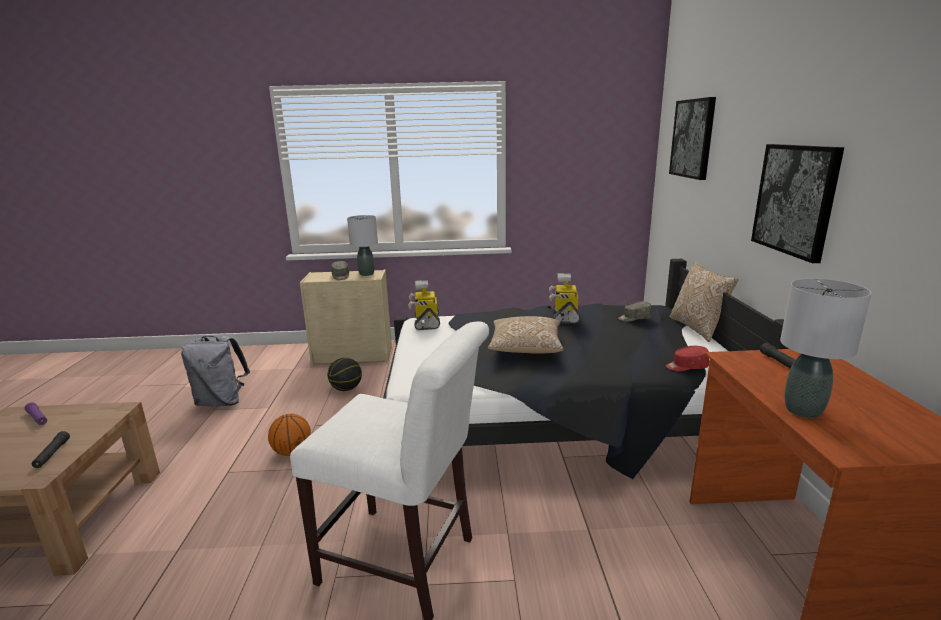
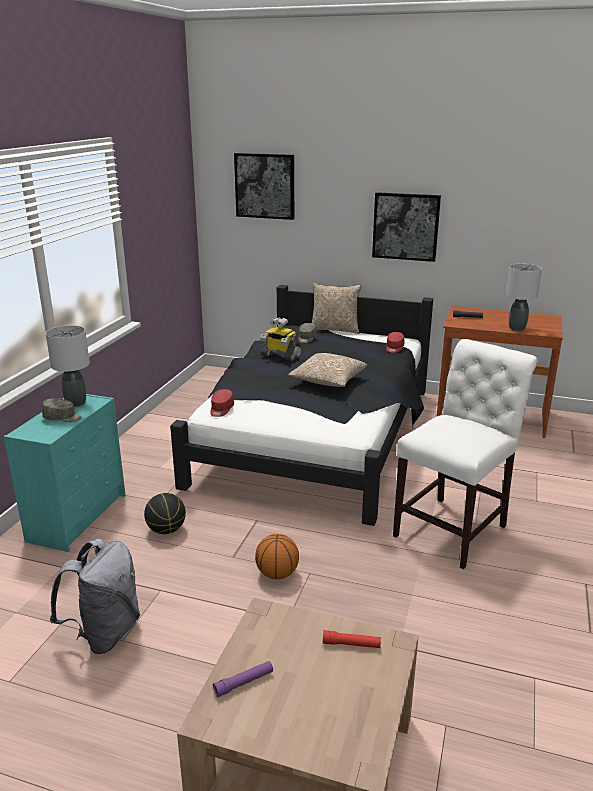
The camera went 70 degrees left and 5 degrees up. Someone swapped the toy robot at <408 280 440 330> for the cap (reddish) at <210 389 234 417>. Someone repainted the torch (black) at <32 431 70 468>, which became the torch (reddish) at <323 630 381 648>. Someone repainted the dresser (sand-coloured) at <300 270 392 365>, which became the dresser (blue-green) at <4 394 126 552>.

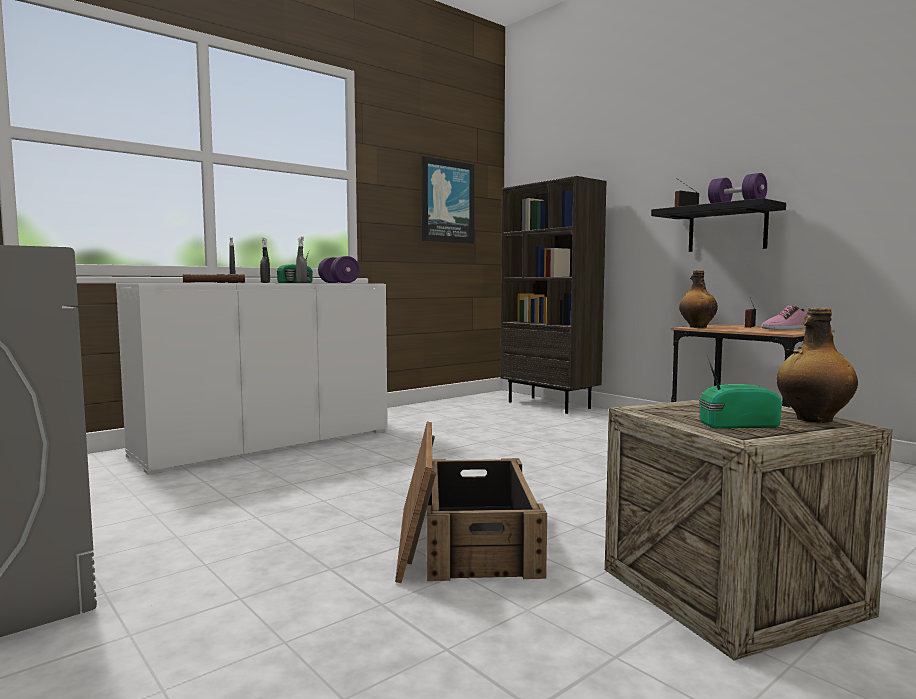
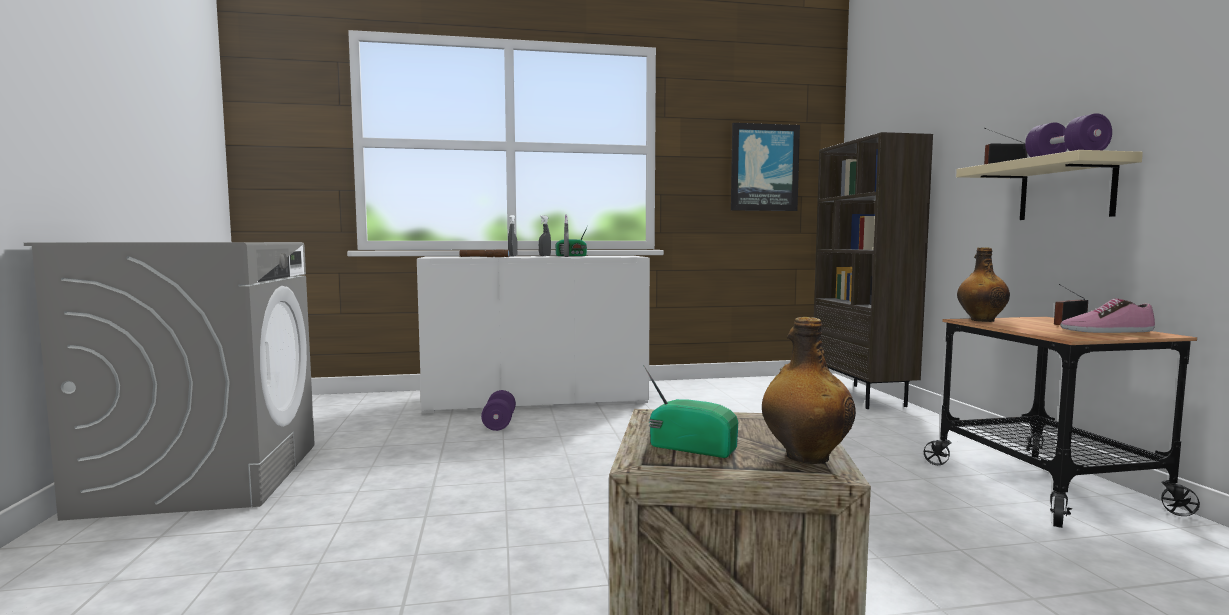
The camera went 30 degrees right and 0 degrees up. Someone took away the crate at <395 422 547 583>. Someone carried the free weight (purple) from <318 256 360 283> to <481 390 516 431>. Someone repainted the bracket shelf (black) at <651 198 786 252>, which became the bracket shelf (sand-coloured) at <956 150 1143 220>.

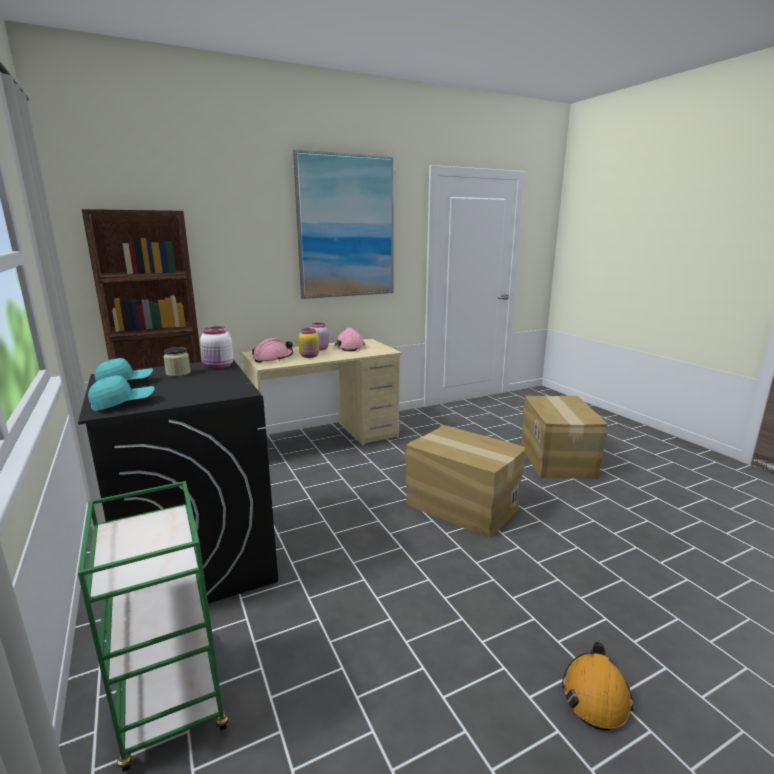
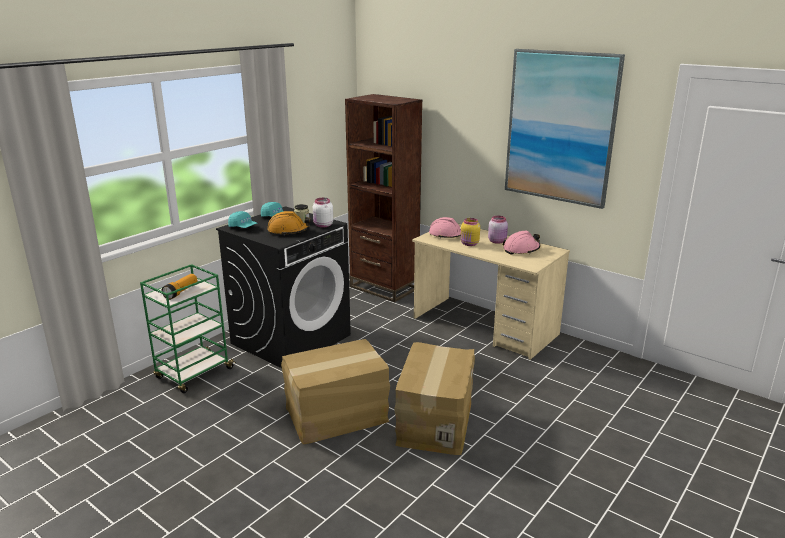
The camera went 65 degrees right and 5 degrees up. Someone put down the torch at <162 274 197 300>. Someone carried the carton from <521 395 608 479> to <281 339 390 445>. Someone carried the safety helmet (orangey) from <562 642 634 731> to <268 211 310 236>.

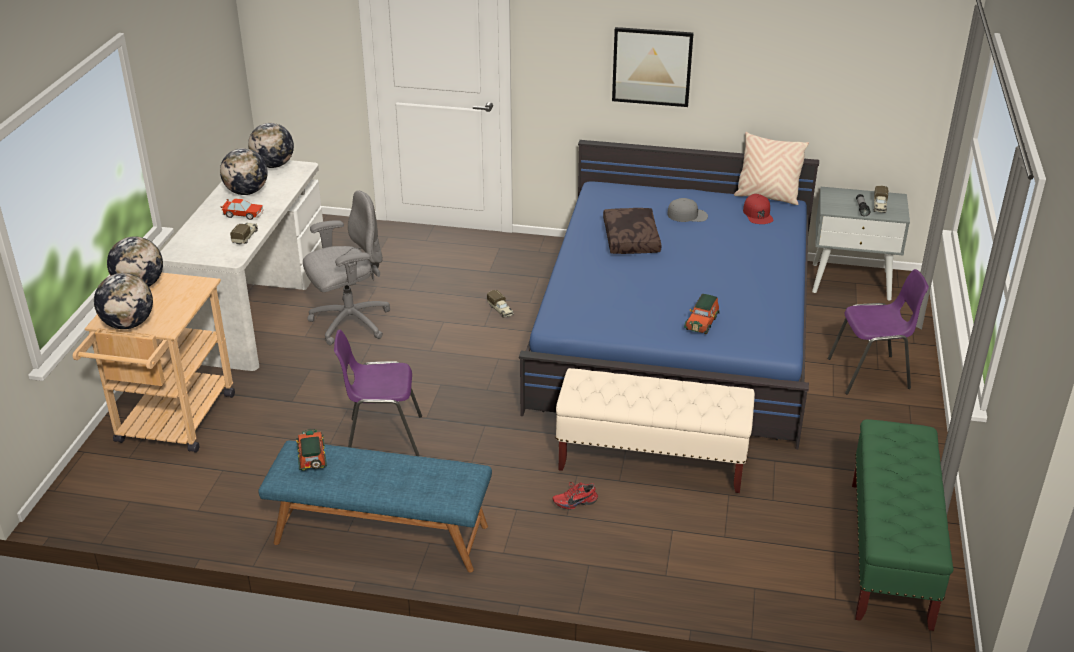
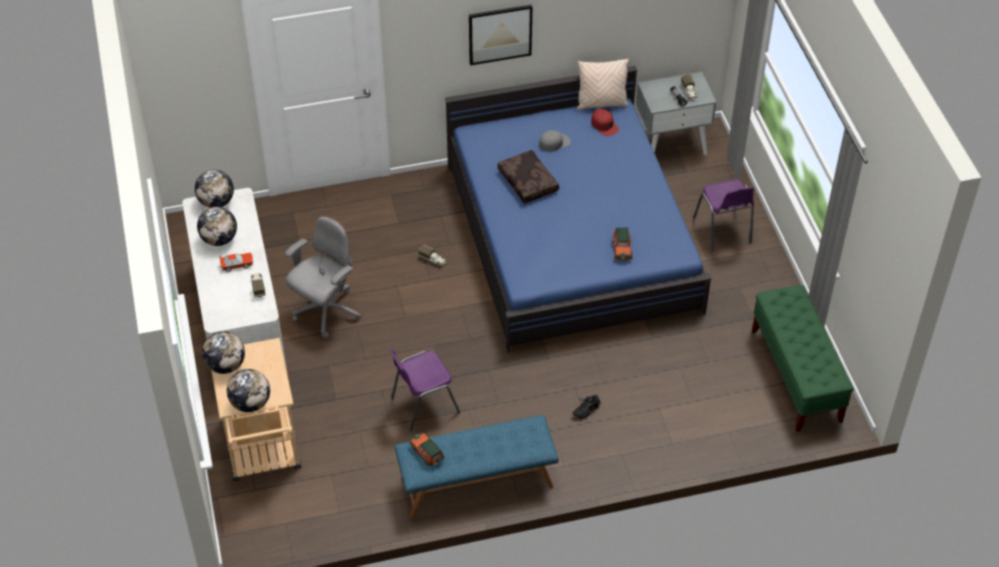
The camera went 25 degrees left and 15 degrees up. Someone took away the indoor bench (sand-coloured) at <555 368 755 493>. Someone repainted the low shoe (reddish) at <553 482 598 509>, which became the low shoe (black) at <573 394 600 418>. Someone rotated the plain chair (purple) at <827 269 929 395> by 105 degrees clockwise.

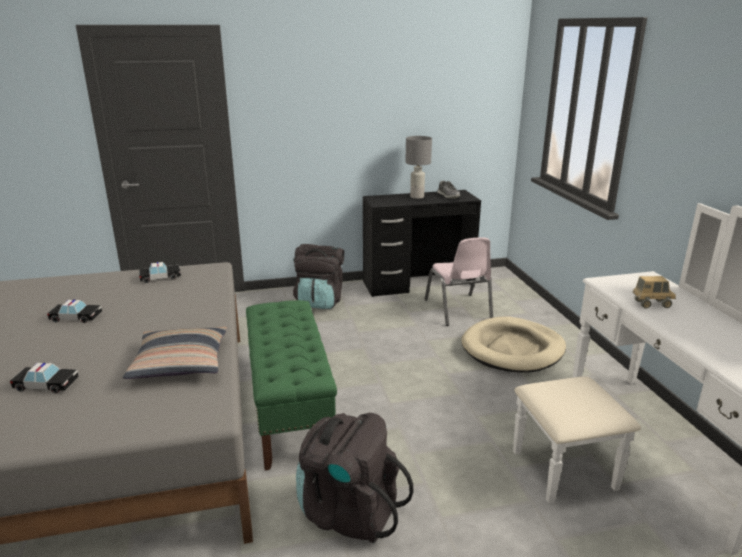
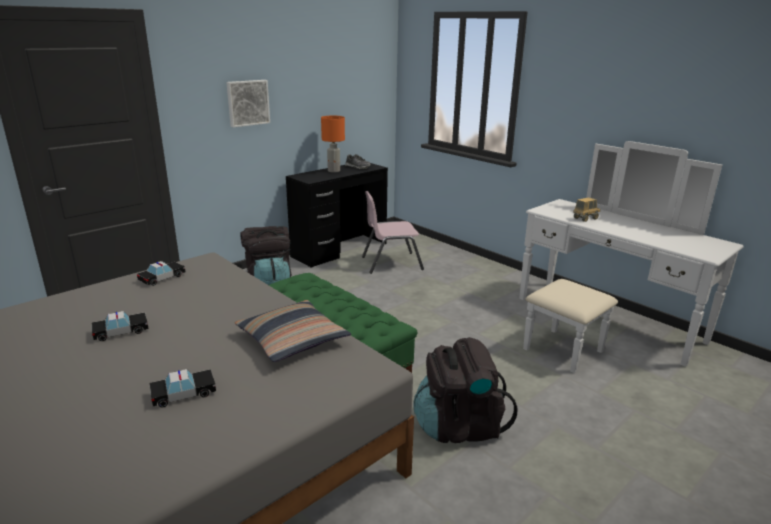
The camera went 30 degrees left and 0 degrees up. Someone took away the dog bed (sand-coloured) at <461 316 566 373>. Someone put up the wall art at <226 80 270 127>. Someone repainted the tabletop lamp (greyish) at <405 136 432 199>, which became the tabletop lamp (orangey) at <321 116 345 172>. Someone rotated the plain chair (pinkish) at <424 237 493 326> by 120 degrees clockwise.

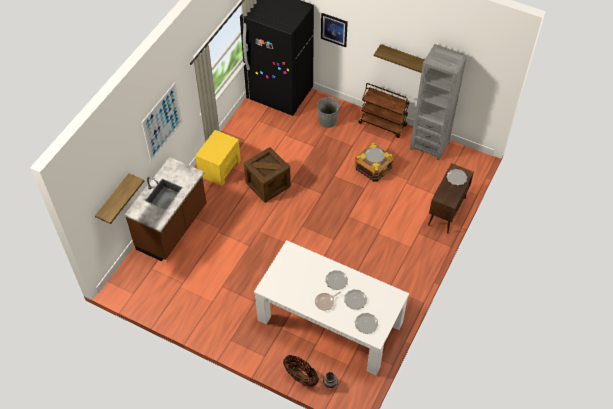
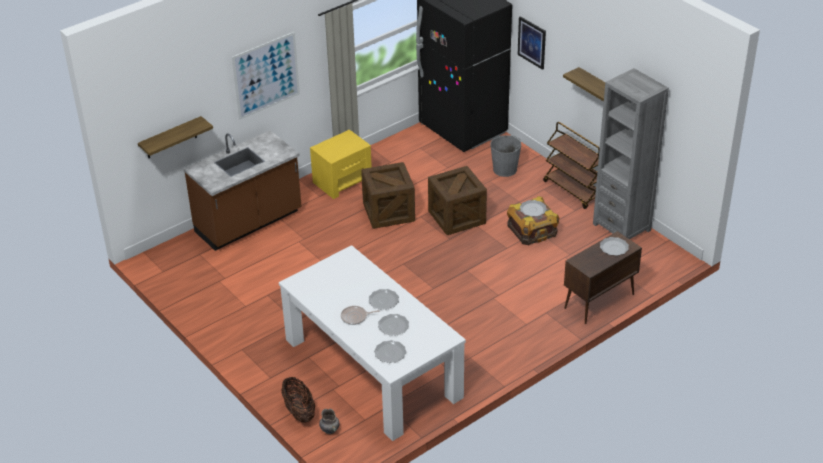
The camera went 25 degrees right and 15 degrees down. Someone put down the crate at <428 166 487 235>.

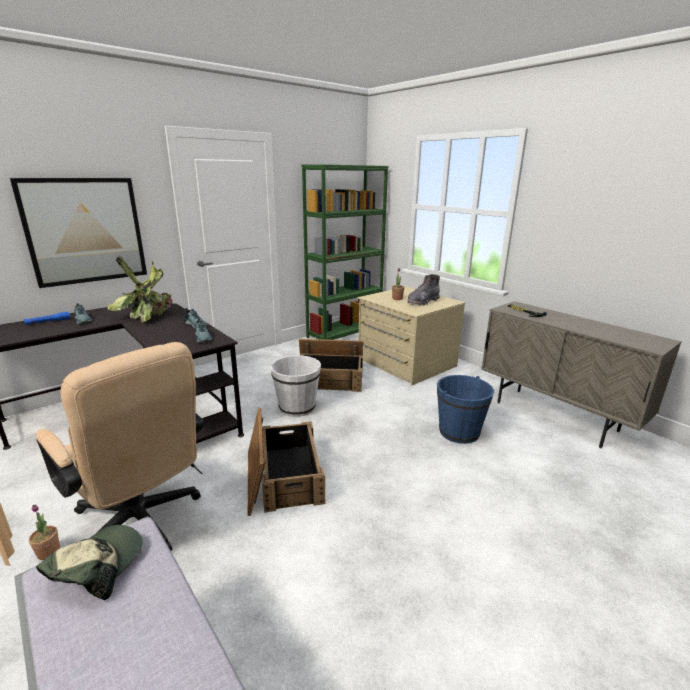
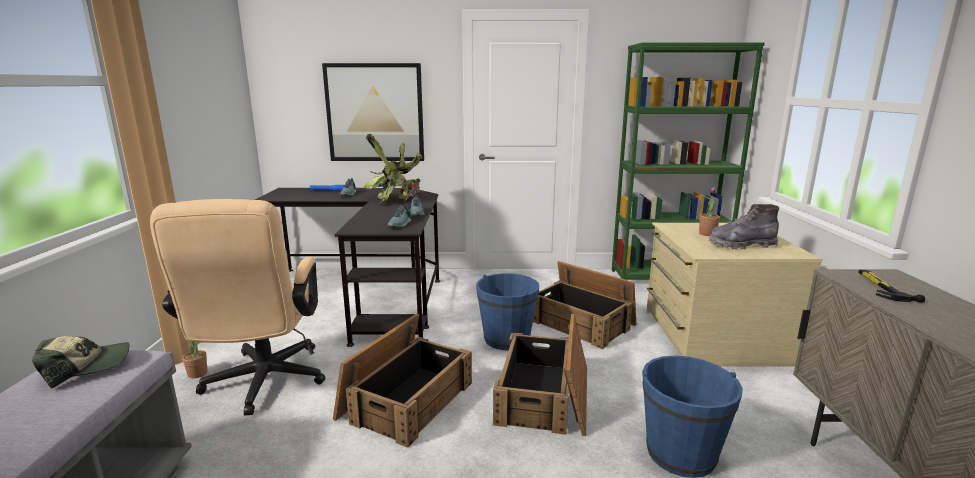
The camera went 40 degrees right and 5 degrees down. Someone put down the crate at <493 314 587 436>. Someone repainted the bucket (white) at <270 355 321 417>, which became the bucket (blue) at <476 273 539 350>.

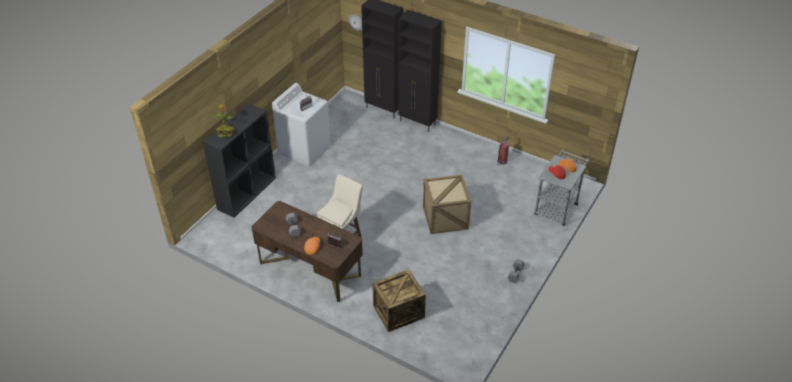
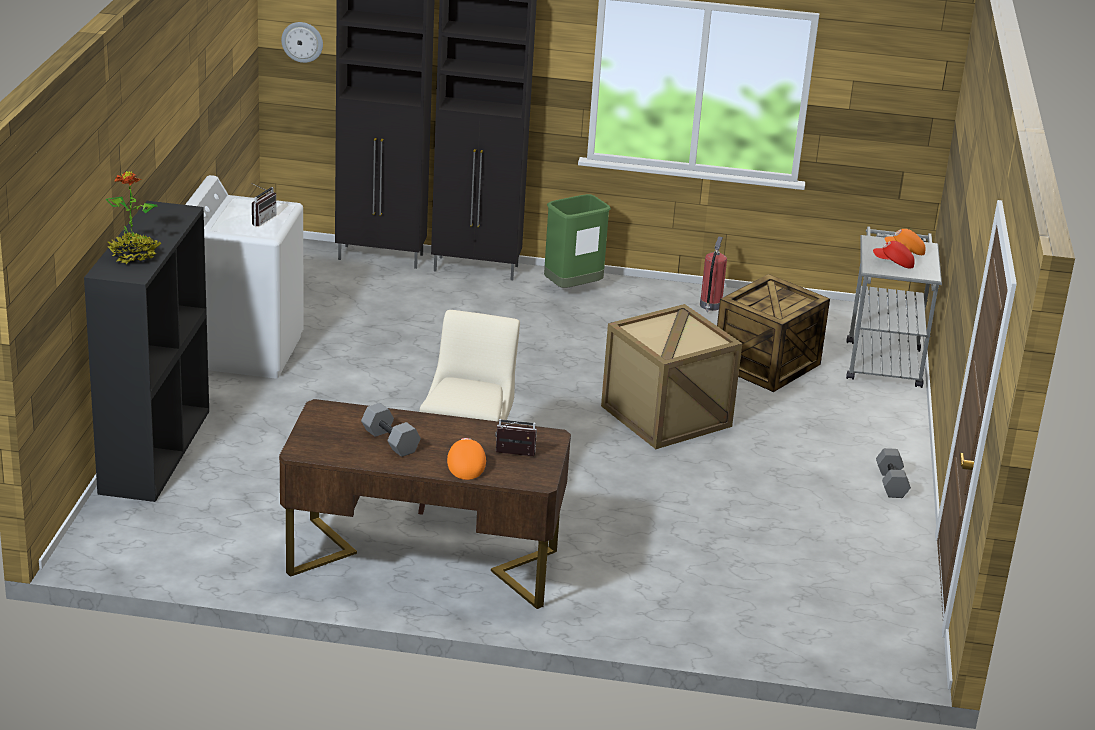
The camera went 25 degrees left and 15 degrees down. Someone put down the rubbish bin (greenish) at <544 194 611 288>. Someone carried the crate from <372 269 426 332> to <717 274 830 392>.

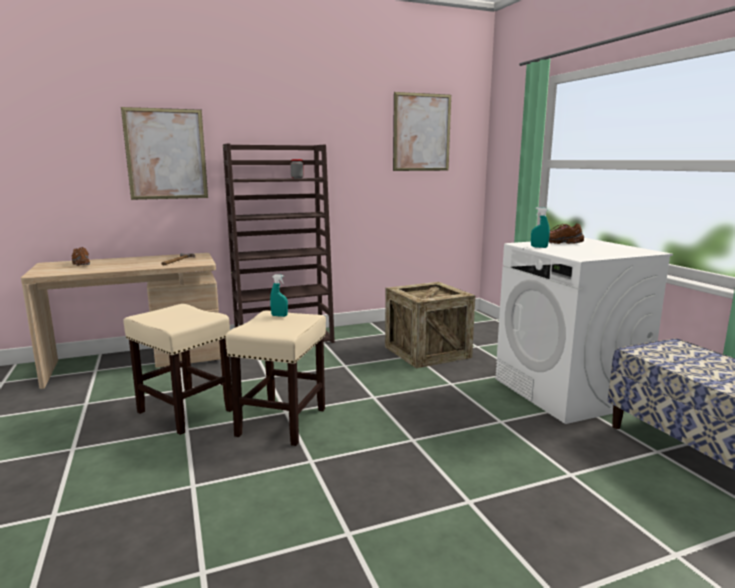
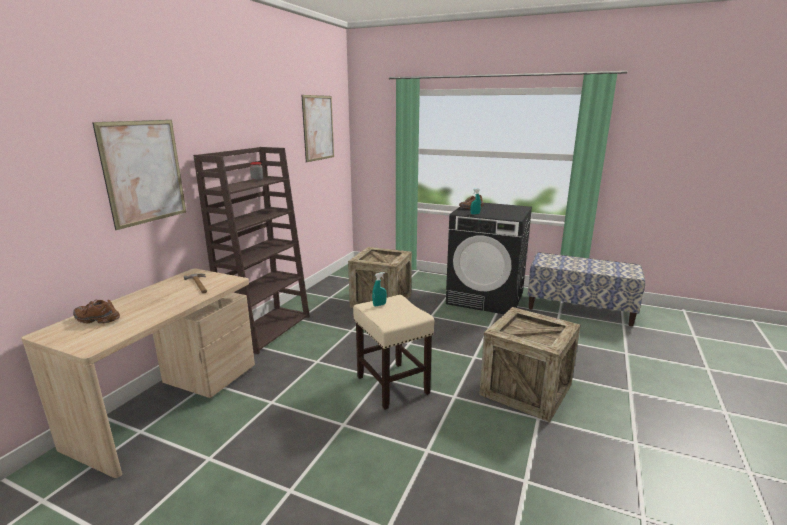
The camera went 45 degrees left and 5 degrees up. Someone took away the sitting stool (sand-coloured) at <123 304 233 435>. Someone put down the crate at <479 307 581 422>. Someone repainted the laundry machine (white) at <495 238 673 424>, which became the laundry machine (black) at <446 203 532 314>.

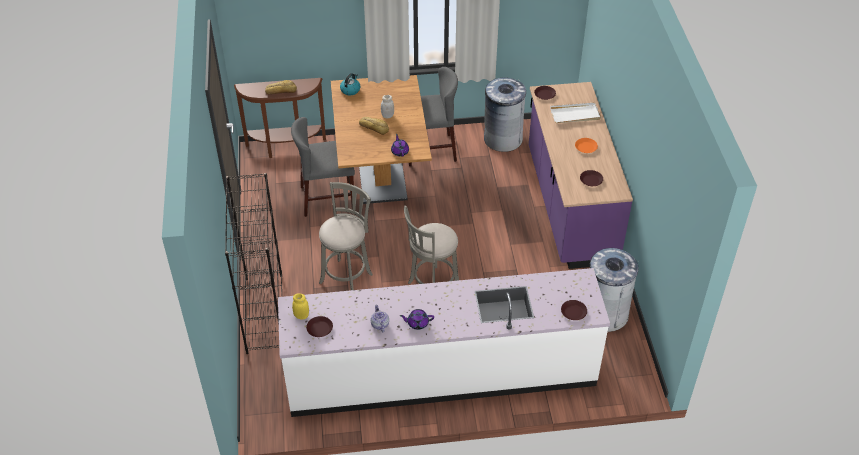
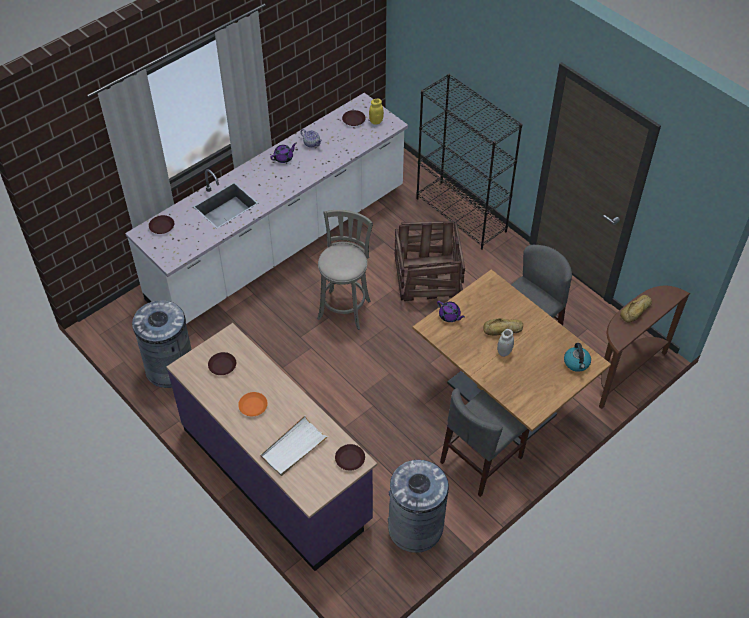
The camera went 145 degrees right and 5 degrees up. Someone swapped the sitting stool (greyish) at <319 182 373 290> for the crate at <395 221 465 301>.

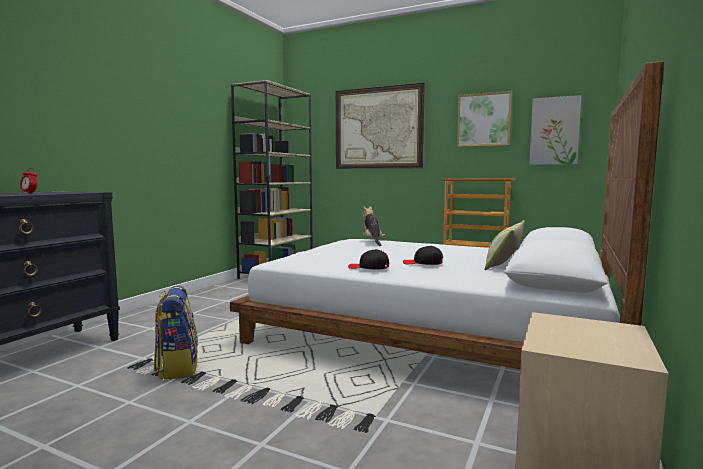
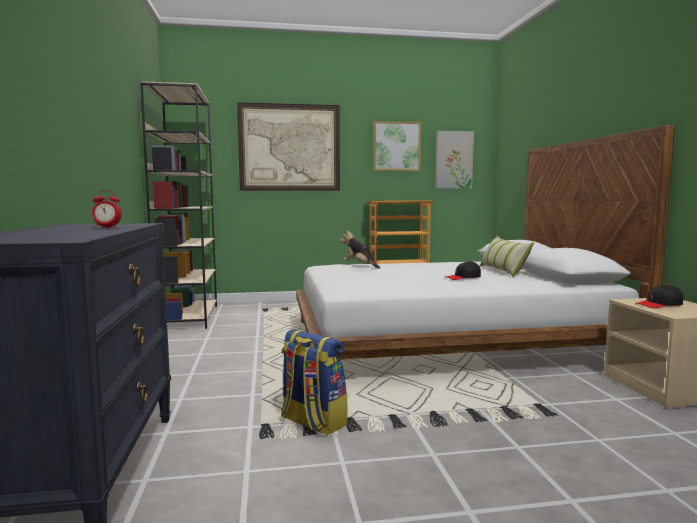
The camera went 35 degrees left and 0 degrees up. Someone carried the cap (black) from <348 249 389 269> to <635 284 683 308>.

